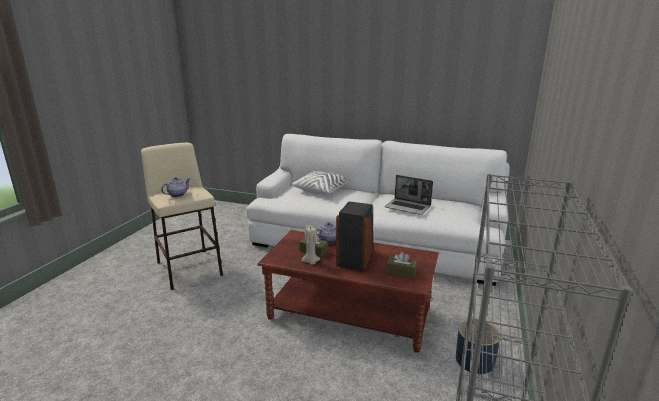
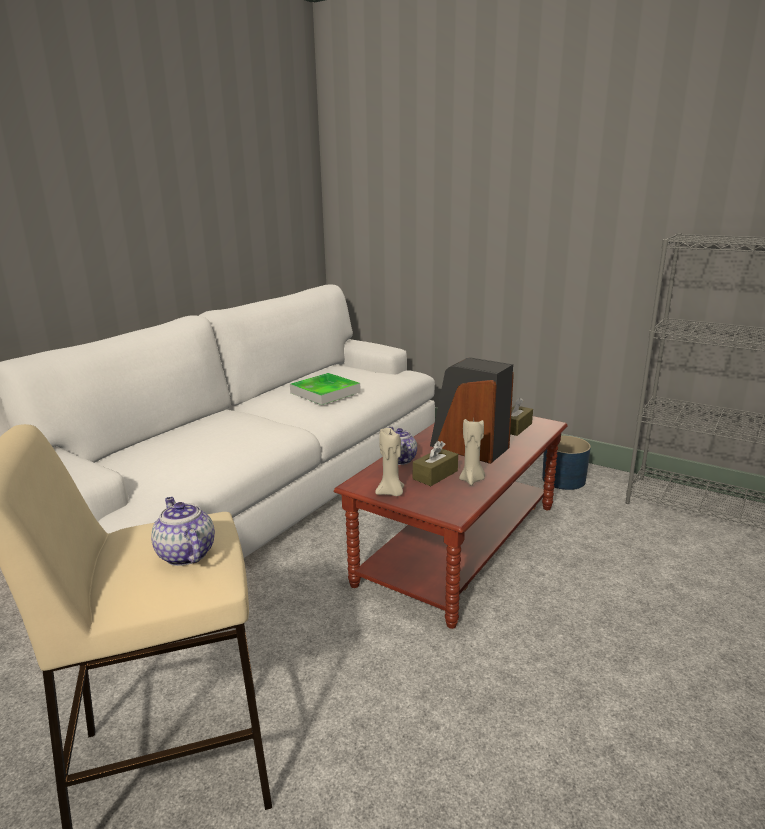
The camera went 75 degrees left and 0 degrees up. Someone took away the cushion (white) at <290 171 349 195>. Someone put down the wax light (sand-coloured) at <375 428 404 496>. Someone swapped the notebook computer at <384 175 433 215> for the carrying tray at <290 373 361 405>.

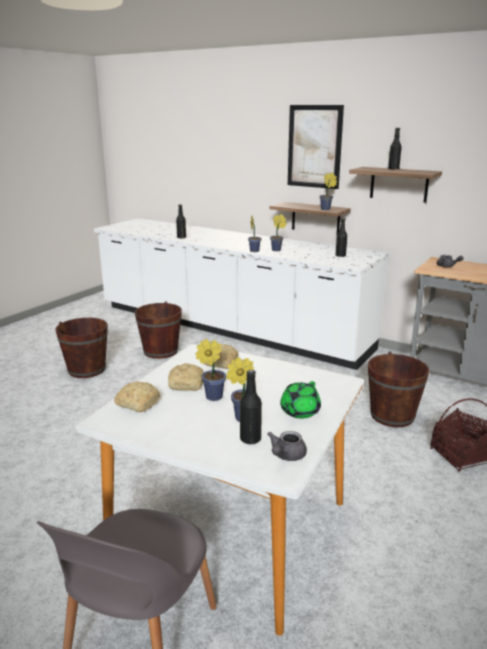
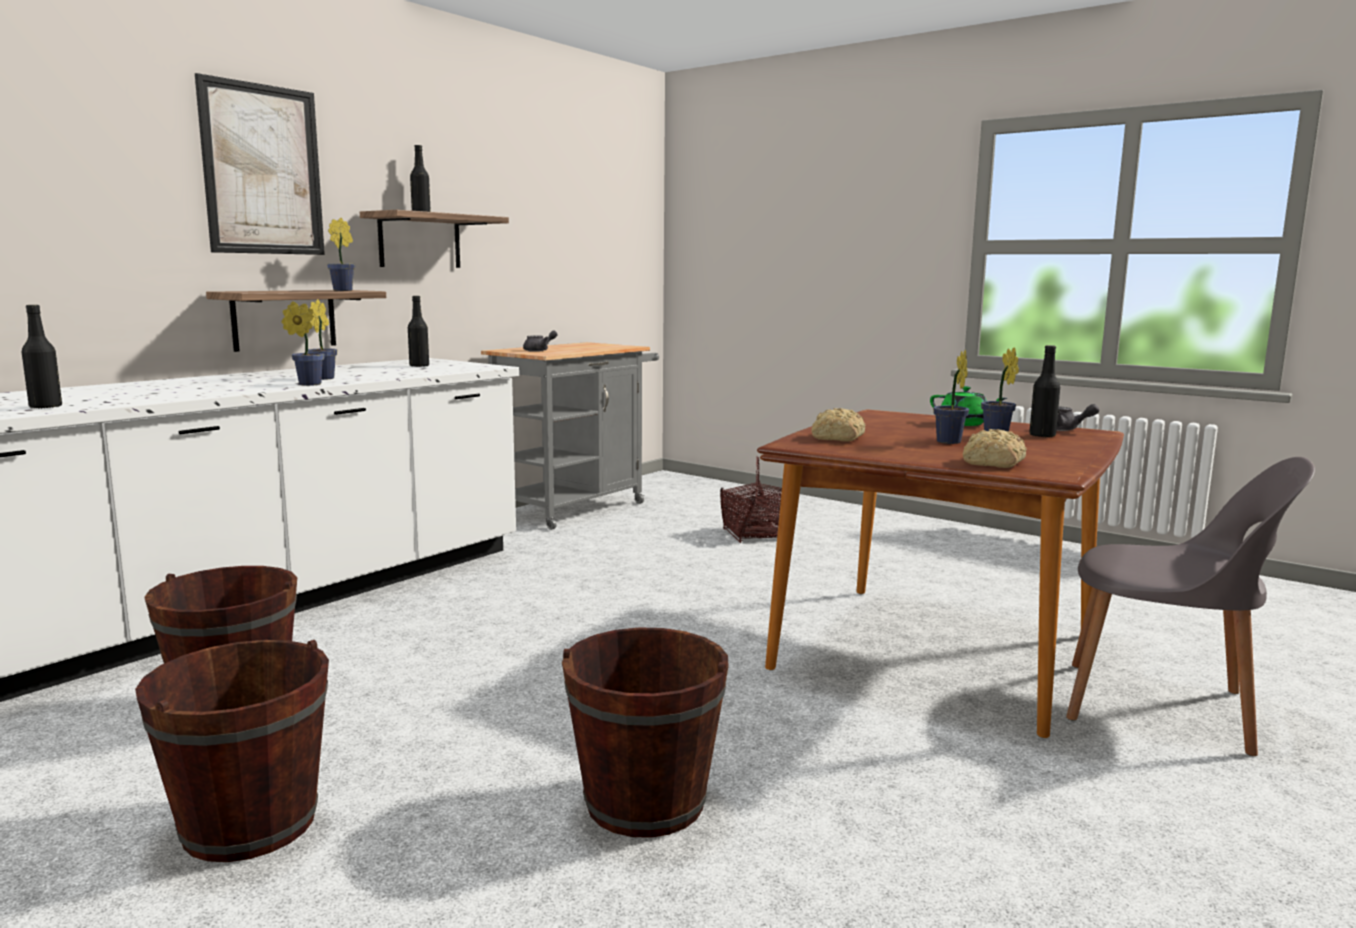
The camera went 85 degrees left and 10 degrees down. Someone took away the bakery bread at <168 363 203 391>. Someone carried the bucket (brownish) from <368 352 429 427> to <562 628 729 838>. Someone repainted the dining table (white) at <75 344 364 636>, which became the dining table (brownish) at <757 409 1124 738>.

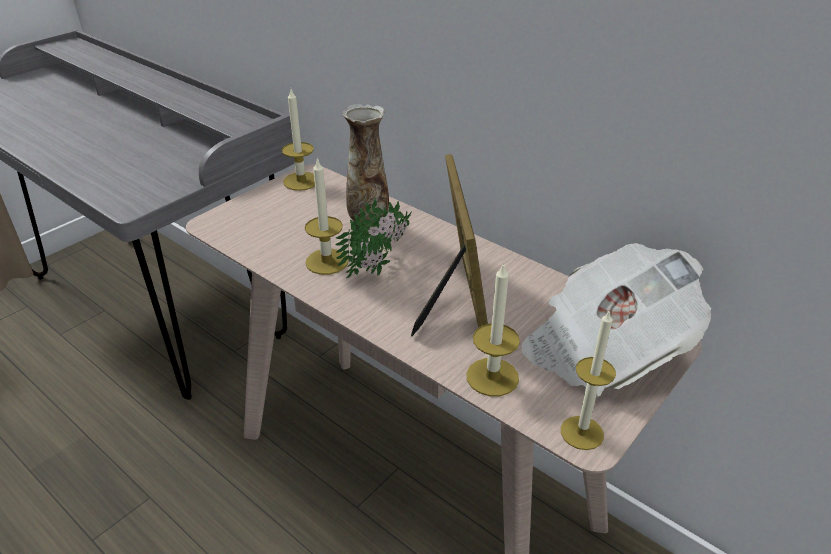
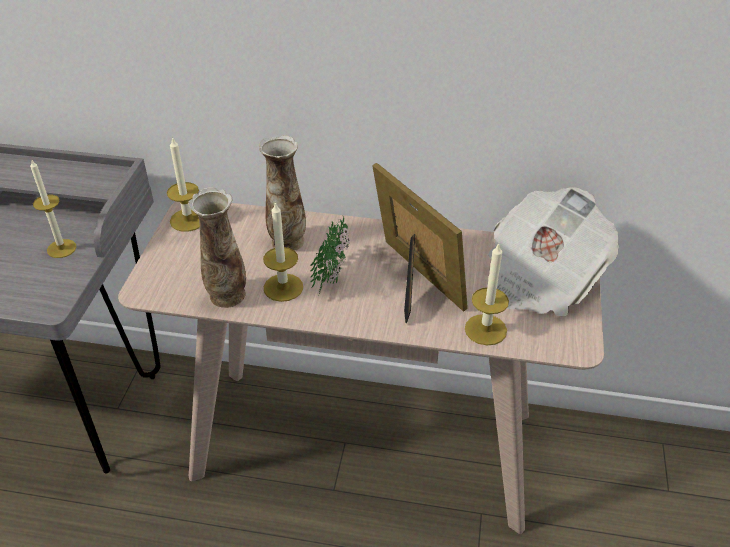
The camera went 30 degrees left and 5 degrees up. Someone put down the decorative vase at <188 187 246 308>. Someone carried the wax light from <561 310 616 450> to <30 159 77 258>.

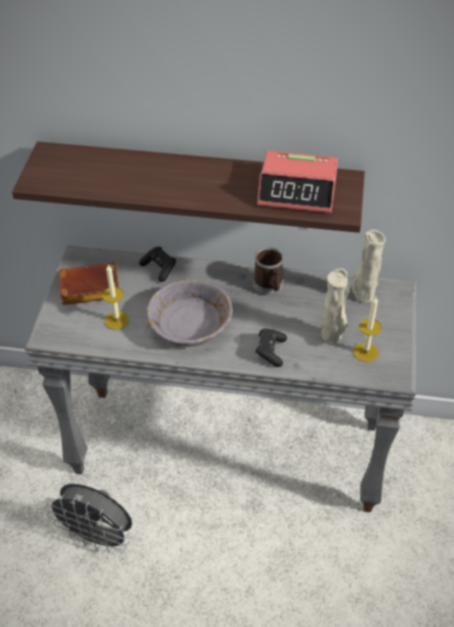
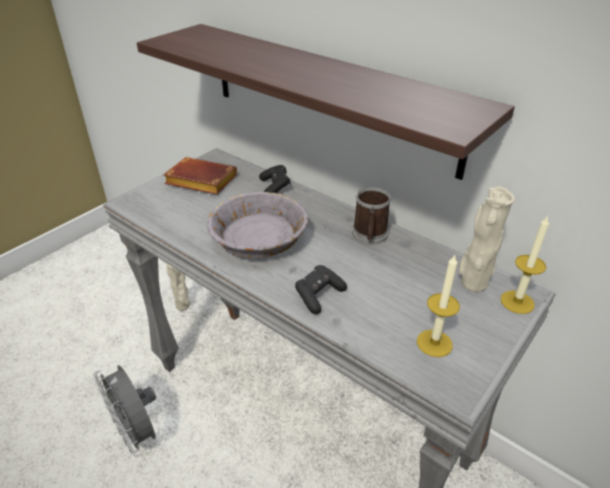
The camera went 30 degrees right and 10 degrees down. Someone took away the bedside clock at <257 151 338 213>. Someone carried the wax light from <102 265 129 330> to <500 215 549 314>. Someone carried the decorative vase (sand-coloured) from <321 268 350 344> to <165 263 190 311>.

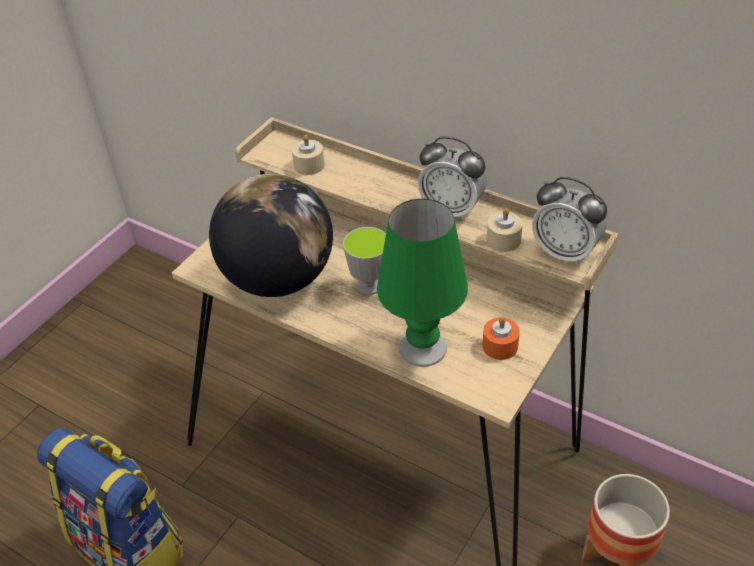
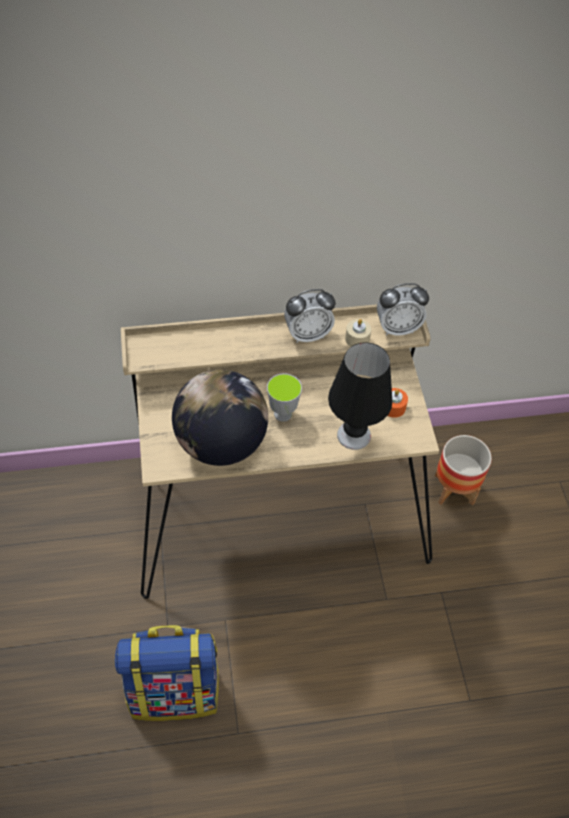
The camera went 45 degrees left and 10 degrees up. Someone took away the wax light (sand-coloured) at <292 135 325 175>. Someone repainted the tabletop lamp (greenish) at <377 199 468 367>, which became the tabletop lamp (black) at <328 342 392 450>.

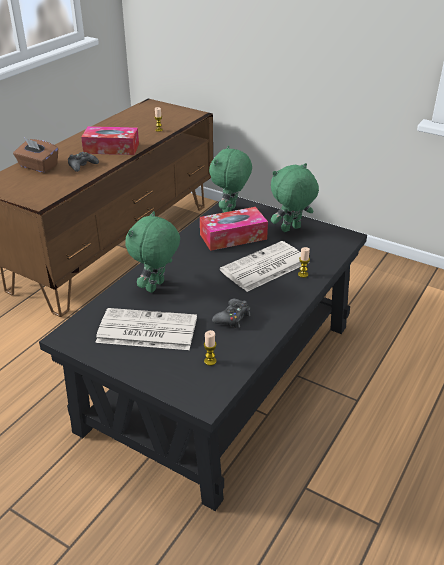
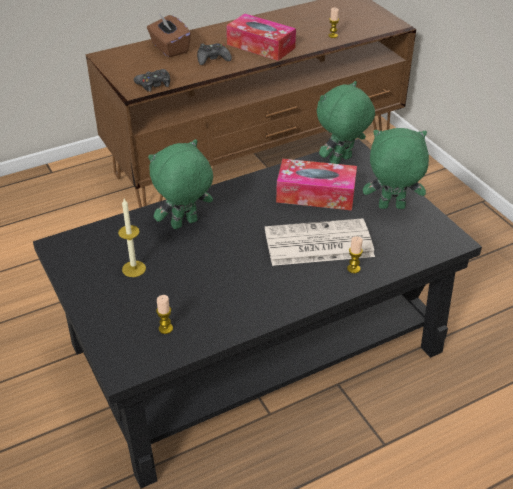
The camera went 30 degrees right and 5 degrees up. Someone carried the game controller (black) from <212 299 251 328> to <134 69 170 92>. Someone swapped the newspaper at <95 308 197 350> for the wax light at <118 199 146 277>.

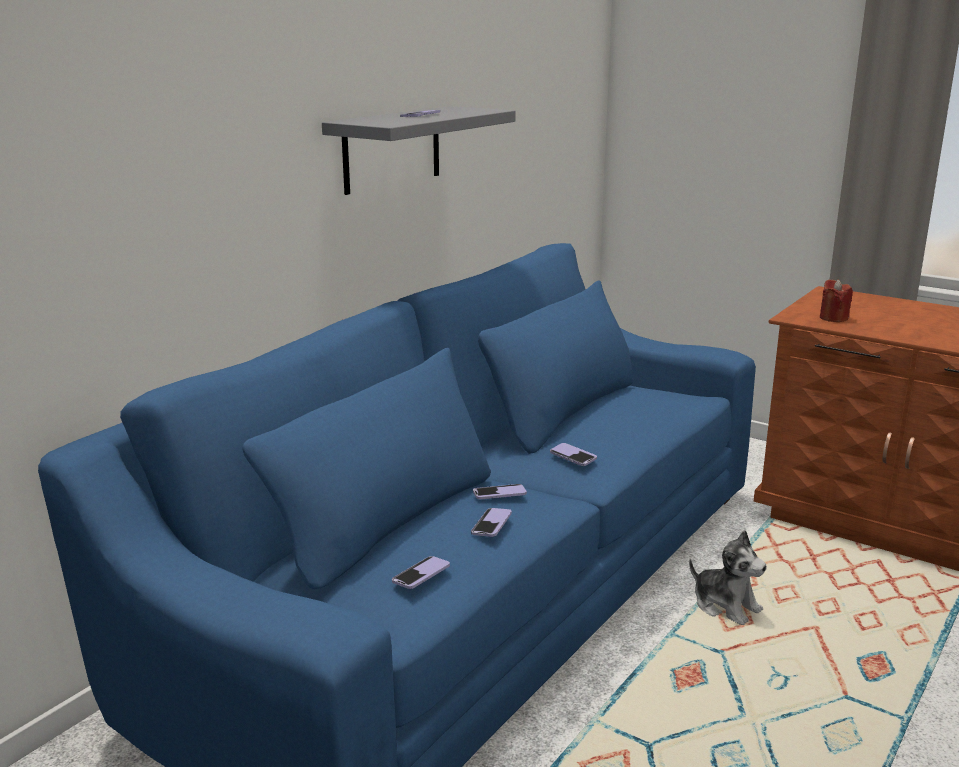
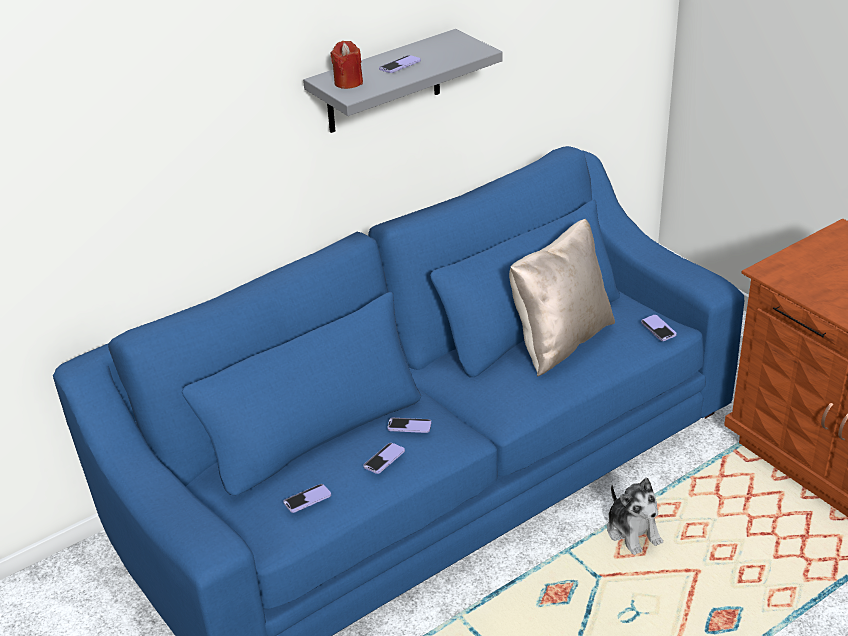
The camera went 20 degrees right and 15 degrees up. Someone put down the cushion (sand-coloured) at <509 219 615 377>. Someone carried the telephone from <550 443 597 466> to <641 315 676 341>. Someone carried the wax light (reddish) from <820 279 853 322> to <330 41 363 89>.

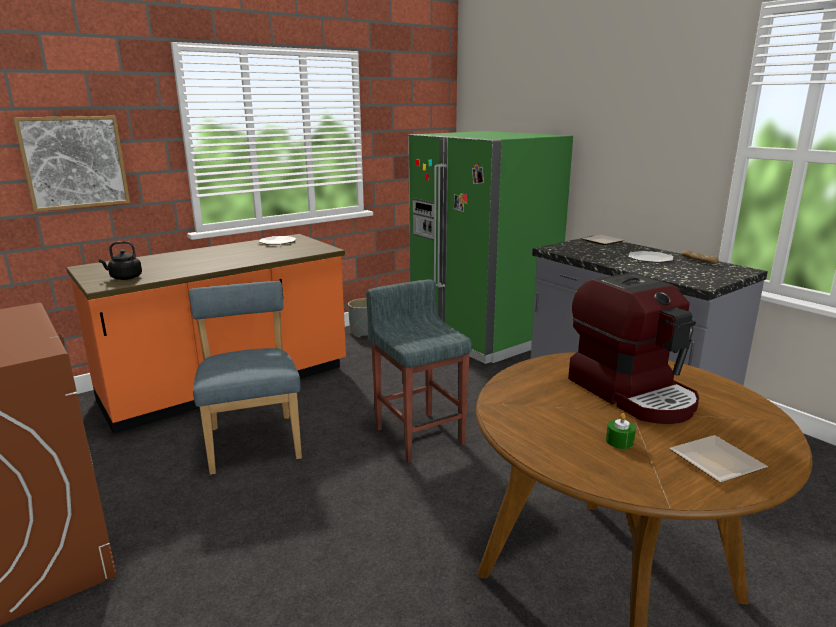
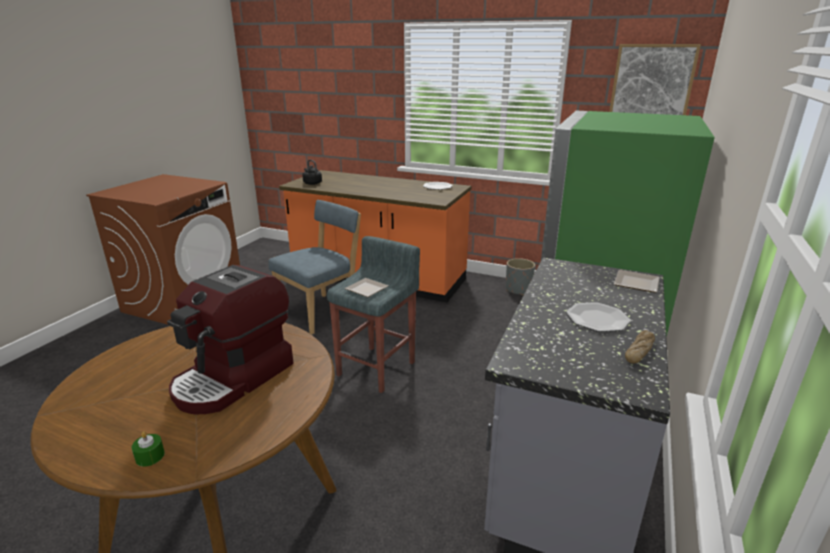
The camera went 60 degrees right and 5 degrees up. Someone carried the wall art from <13 116 130 212> to <609 44 701 115>. Someone carried the wax light (greenish) from <606 413 636 449> to <132 431 165 467>. Someone carried the dinner plate from <669 435 768 483> to <344 278 389 297>.

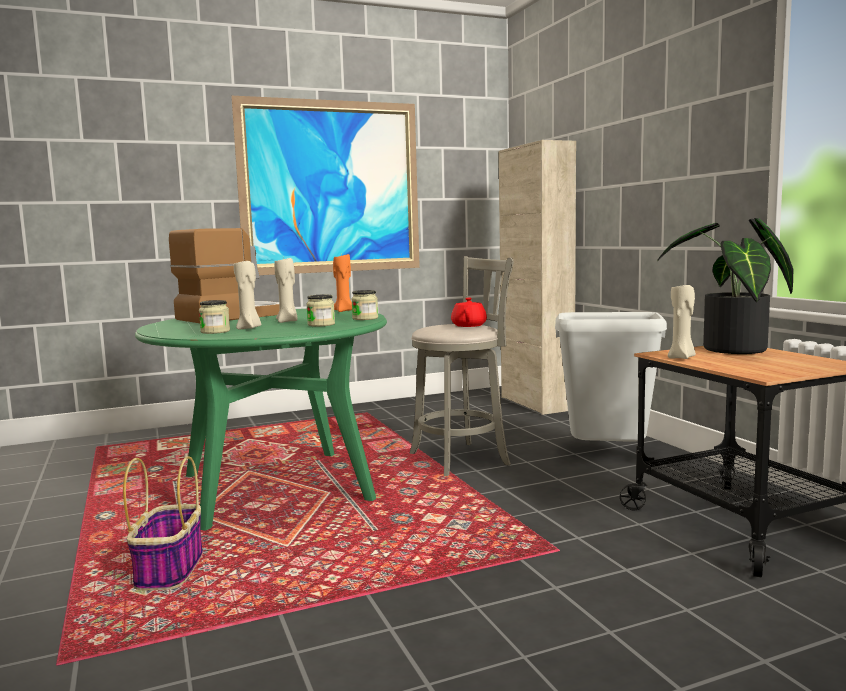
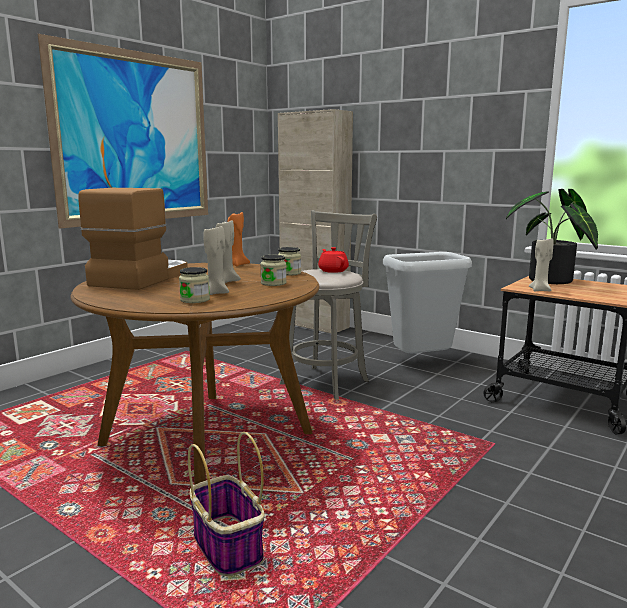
The camera went 30 degrees left and 5 degrees up. Someone repainted the dining table (greenish) at <135 309 387 530>, which became the dining table (brownish) at <70 263 320 485>.

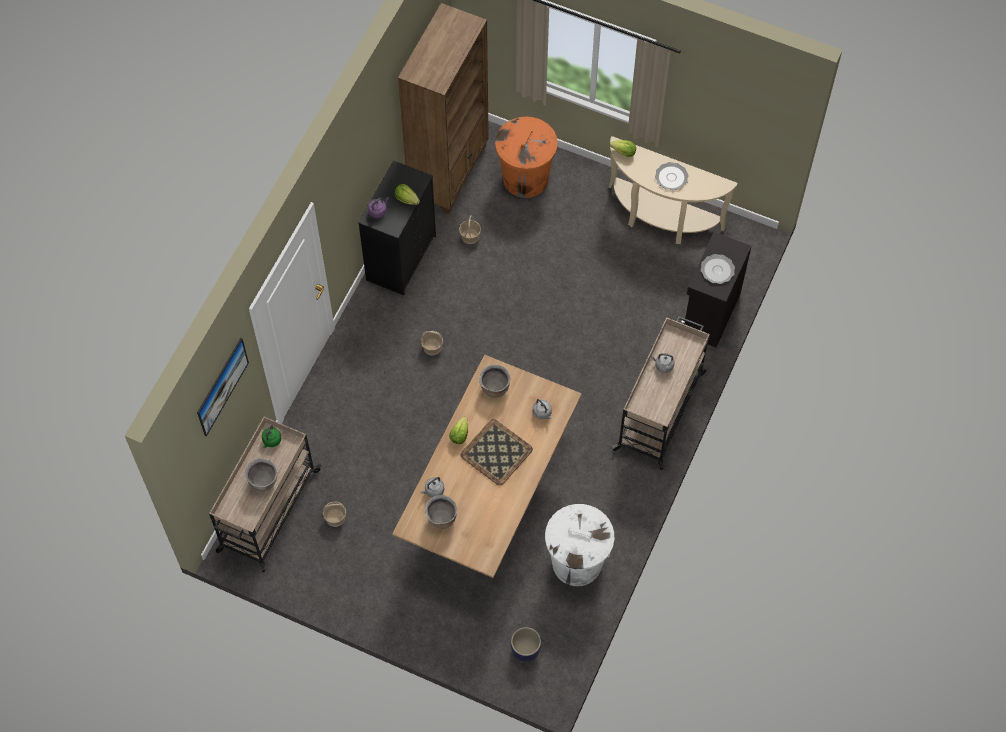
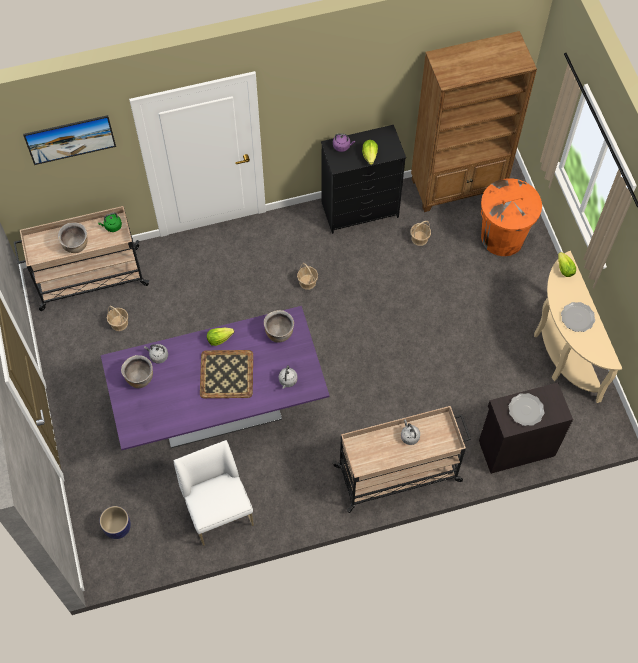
The camera went 50 degrees right and 0 degrees up. Someone swapped the rubbish bin (white) at <545 504 614 586> for the plain chair (white) at <174 440 254 546>. Someone repainted the dining table (sand-coloured) at <392 354 582 578>, which became the dining table (purple) at <101 306 330 450>.

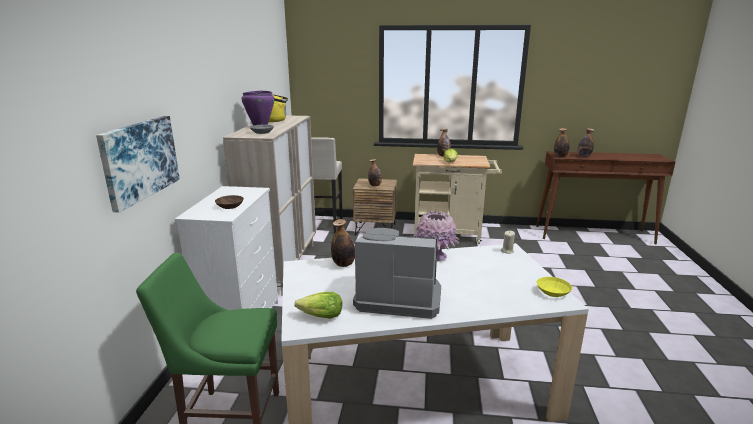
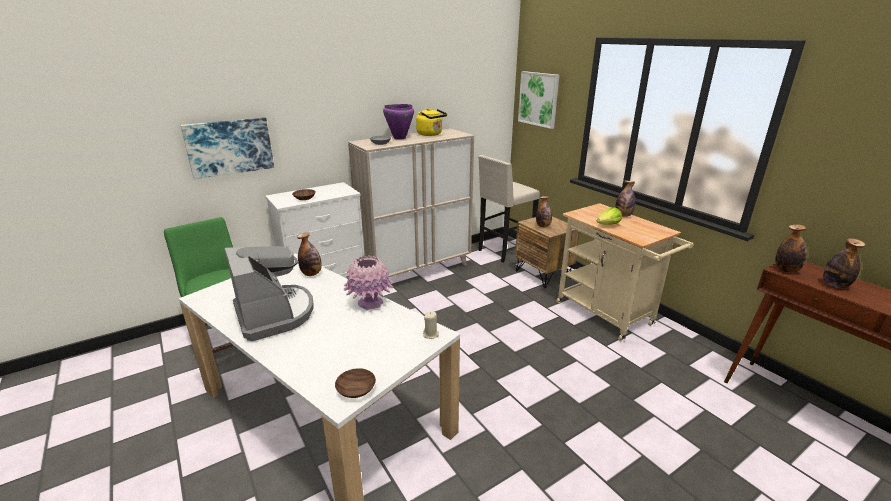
The camera went 50 degrees right and 5 degrees up. Someone took away the head of lettuce at <295 292 342 319>. Someone put up the wall art at <518 71 559 129>. Someone repainted the deep dish (yellow-coloured) at <537 277 572 297>, which became the deep dish (brownish) at <335 368 376 398>.

